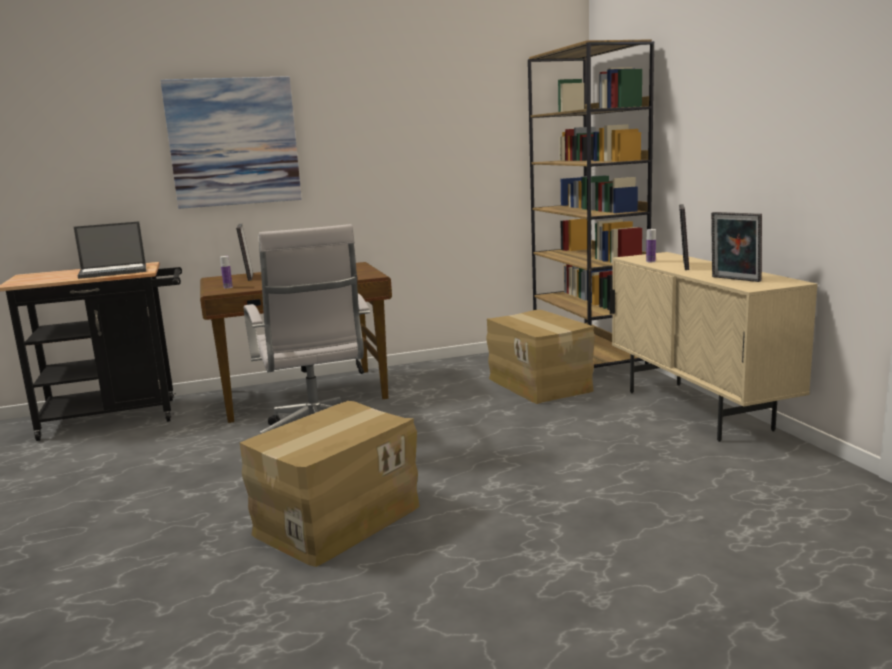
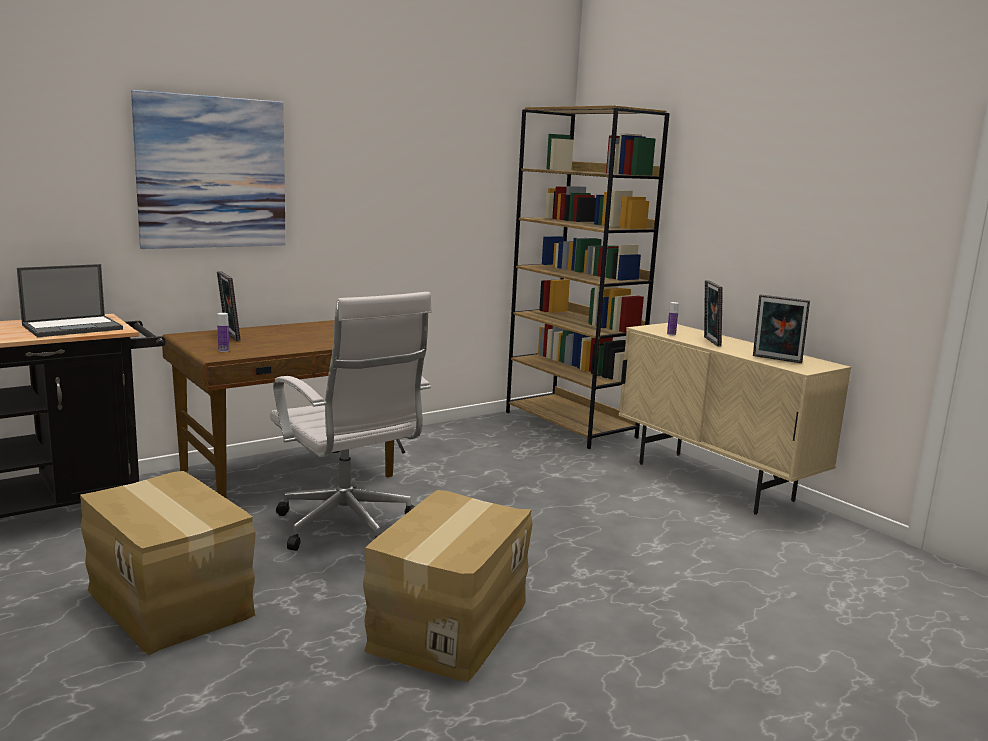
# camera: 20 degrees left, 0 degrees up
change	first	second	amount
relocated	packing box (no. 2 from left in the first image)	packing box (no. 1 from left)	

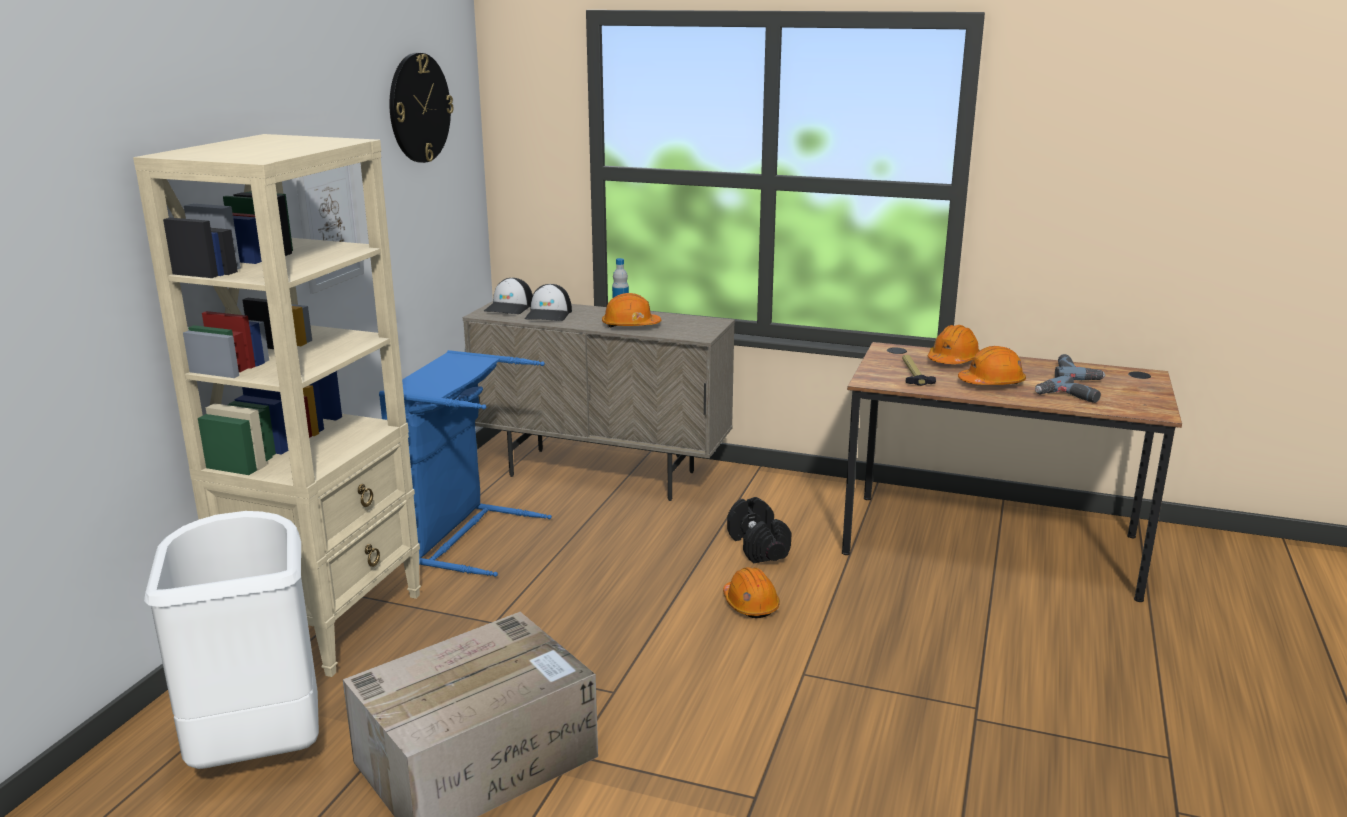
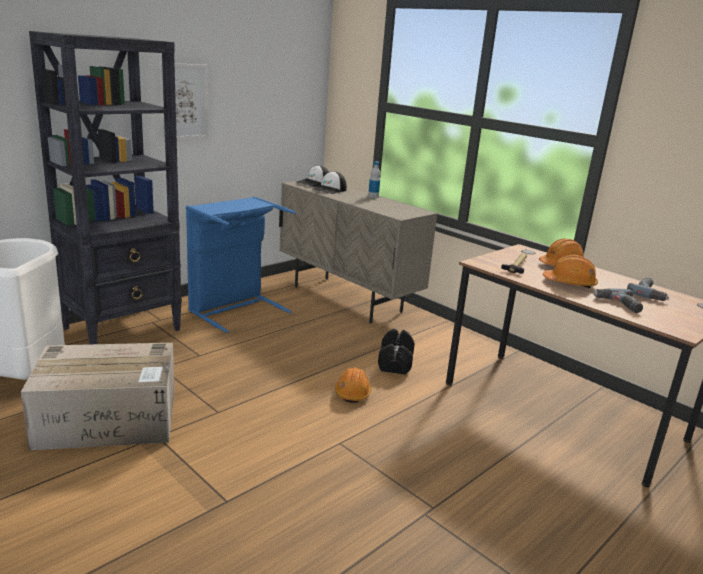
# camera: 25 degrees right, 0 degrees up
change	first	second	amount
colour	beige shelving unit	black-coloured shelving unit	
missing	hanging clock		
missing	orange safety helmet (no. 1 from left)		

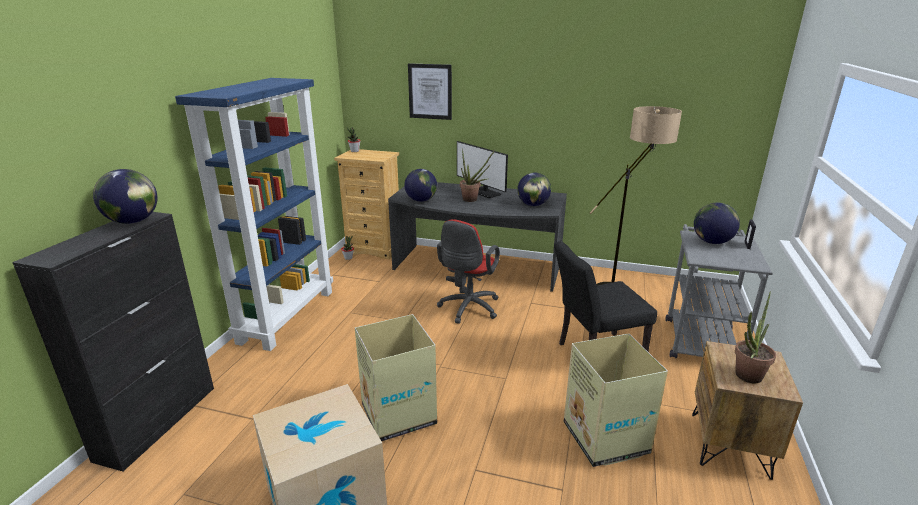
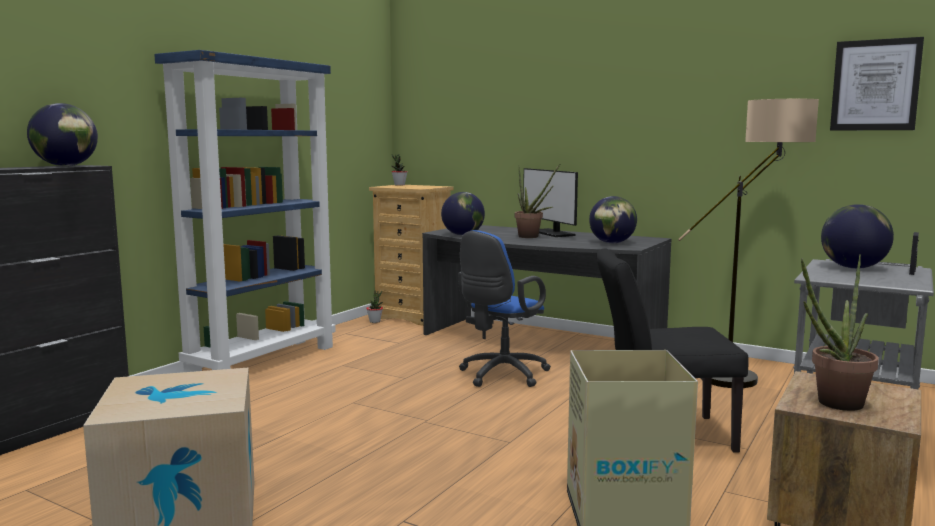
# camera: 15 degrees right, 15 degrees down
change	first	second	amount
colour	red-coloured desk chair	bluish desk chair	
relocated	wall picture		
missing	packing box (no. 2 from left)		

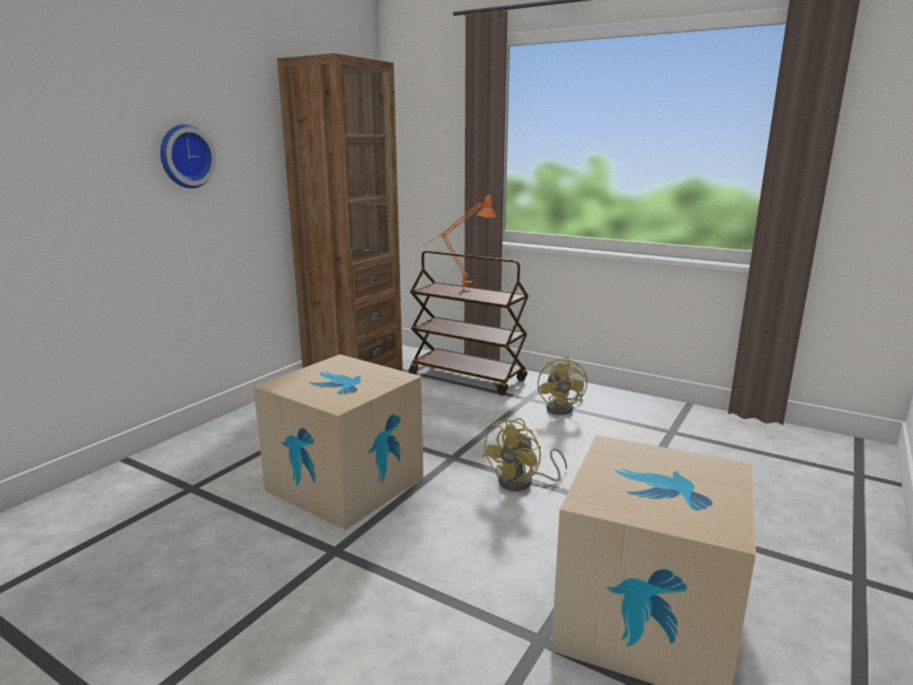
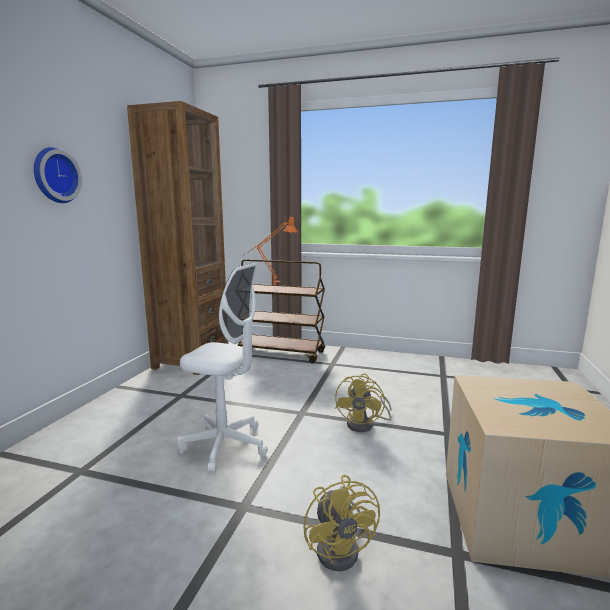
# camera: 15 degrees left, 5 degrees down
change	first	second	amount
exchanged	packing box (no. 1 from left)	white desk chair	
relocated	yellow-coloured electric fan (no. 2 from left in the first image)	yellow-coloured electric fan (no. 1 from left)	

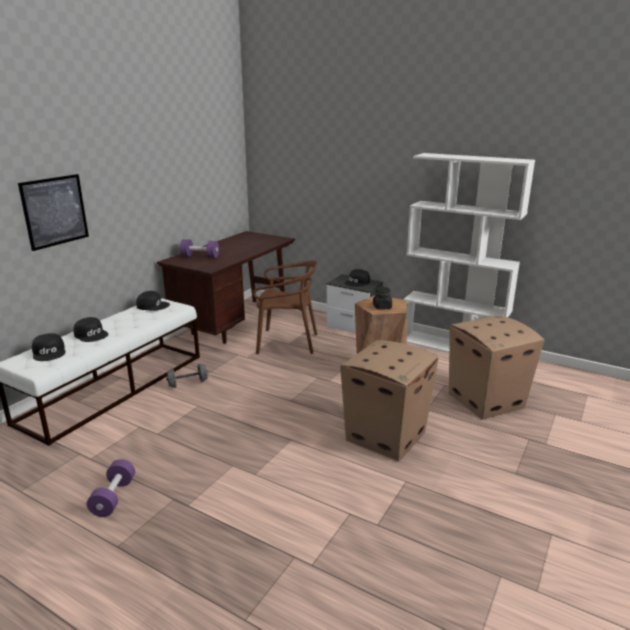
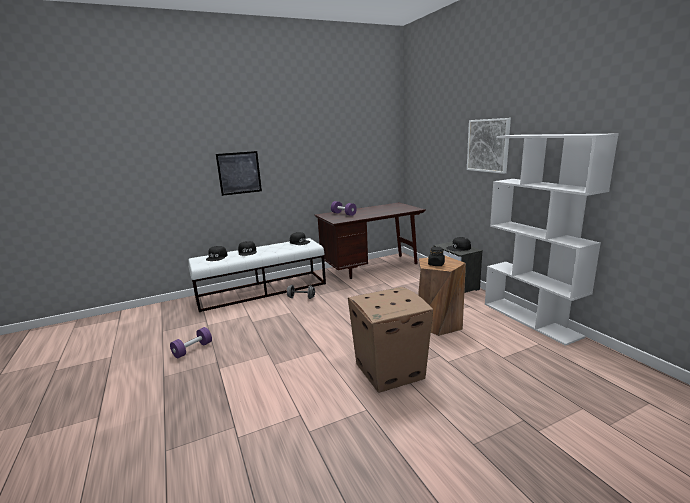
# camera: 35 degrees right, 5 degrees down
change	first	second	amount
appeared		wall picture (no. 2 from left)	
missing	brownish upright chair		
missing	packing box (no. 2 from left)		

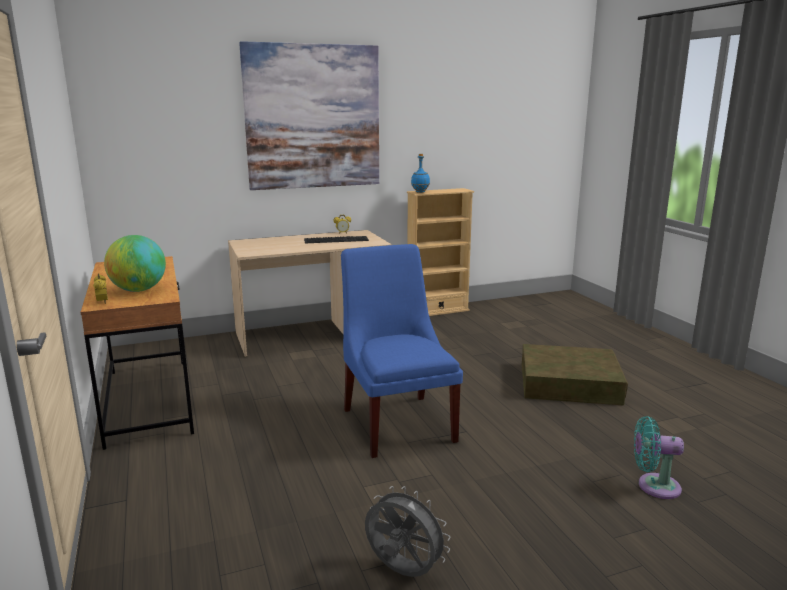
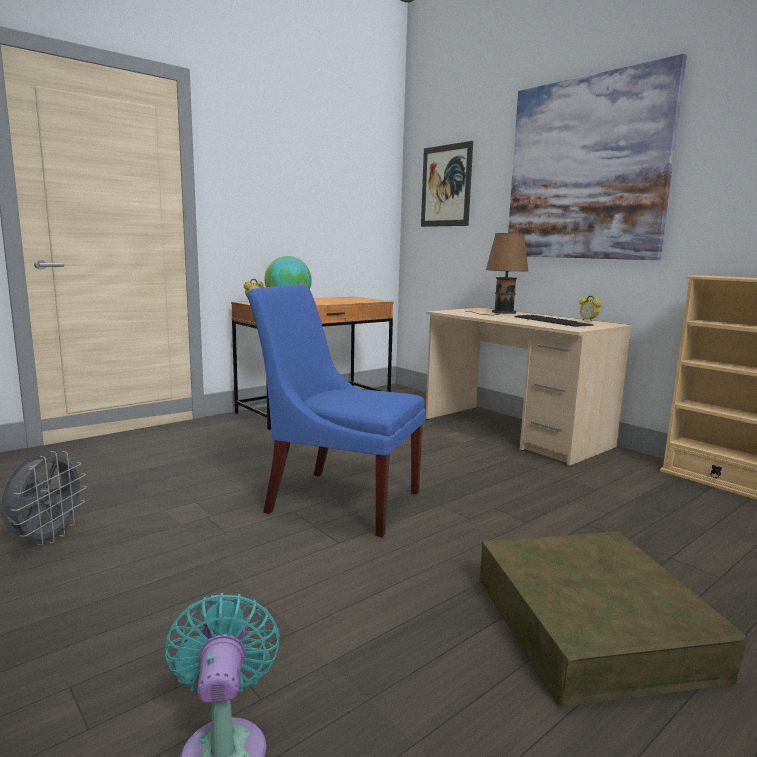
# camera: 70 degrees right, 5 degrees down
change	first	second	amount
spun	bluish upright chair		120 degrees counterclockwise
appeared		wall picture (no. 1 from left)	
appeared		brownish tabletop lamp	
missing	bluish drink bottle		

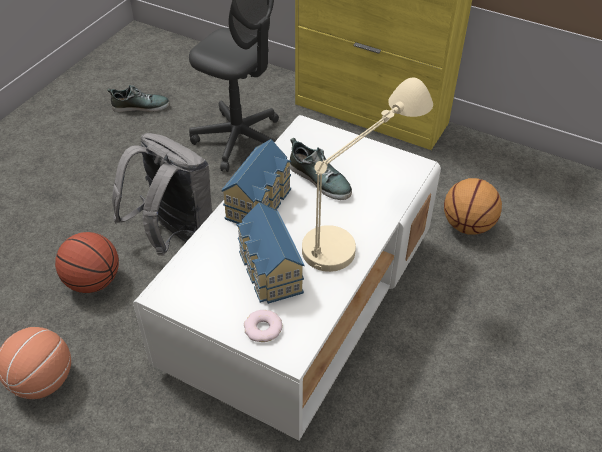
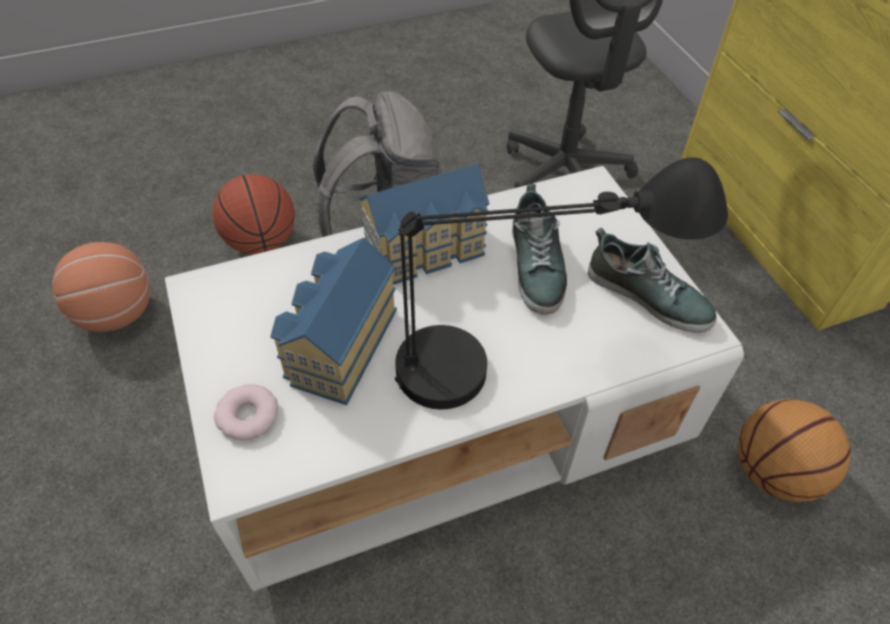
# camera: 40 degrees right, 5 degrees up
change	first	second	amount
colour	beige tabletop lamp	black-coloured tabletop lamp	
relocated	shoe (no. 1 from left in the first image)	shoe (no. 2 from left)	

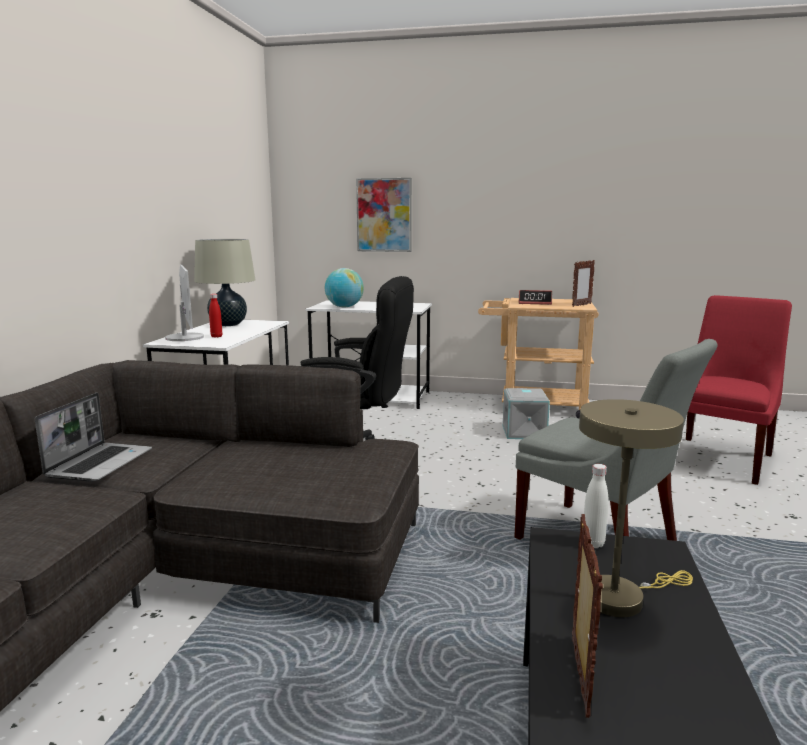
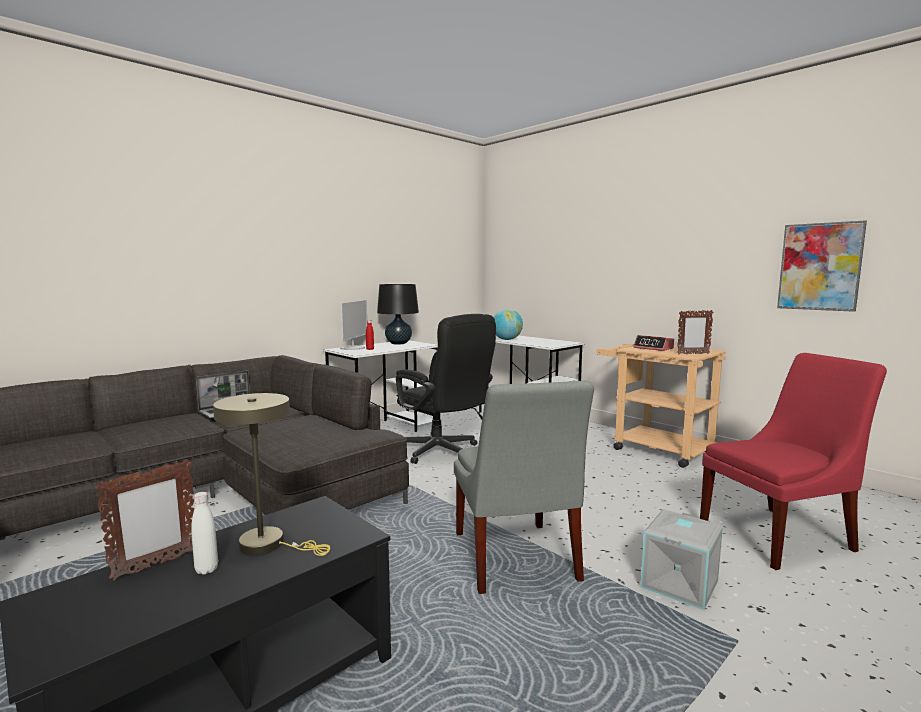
# camera: 35 degrees right, 5 degrees down
change	first	second	amount
relocated	white drink bottle		
colour	beige tabletop lamp (no. 1 from left)	black-coloured tabletop lamp	
relocated	grey storage container		
relocated	wall picture		

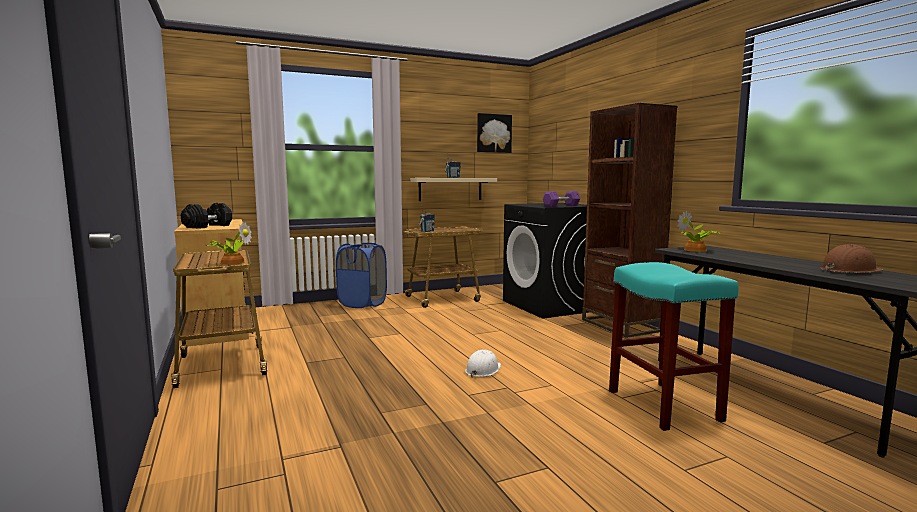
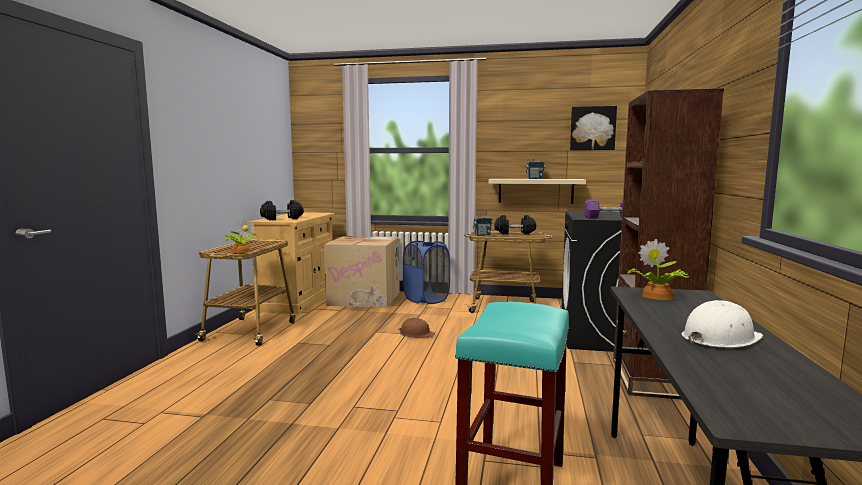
# camera: 35 degrees right, 0 degrees up
change	first	second	amount
appeared		packing box	
relocated	brownish safety helmet		
appeared		black-coloured hand weight (no. 2 from left)	
relocated	white safety helmet		

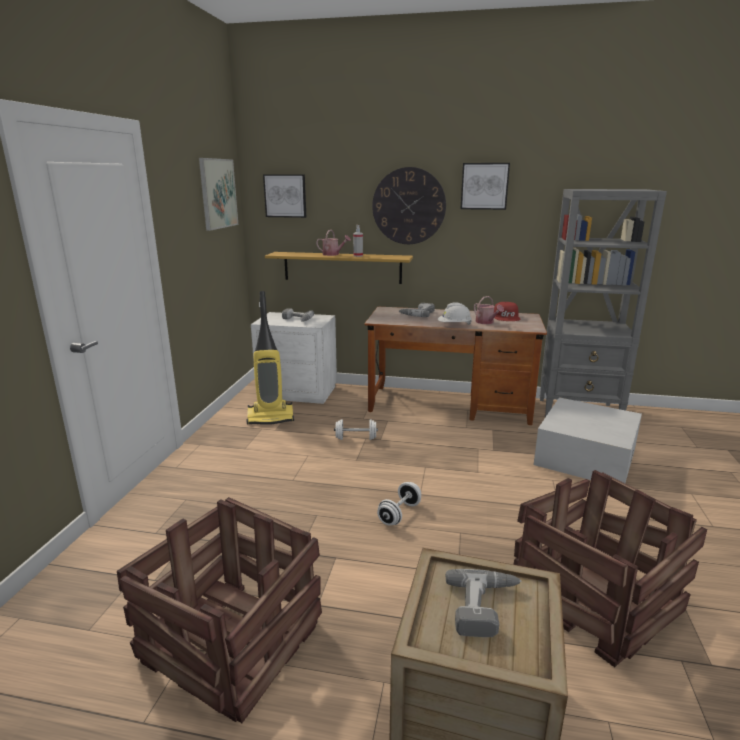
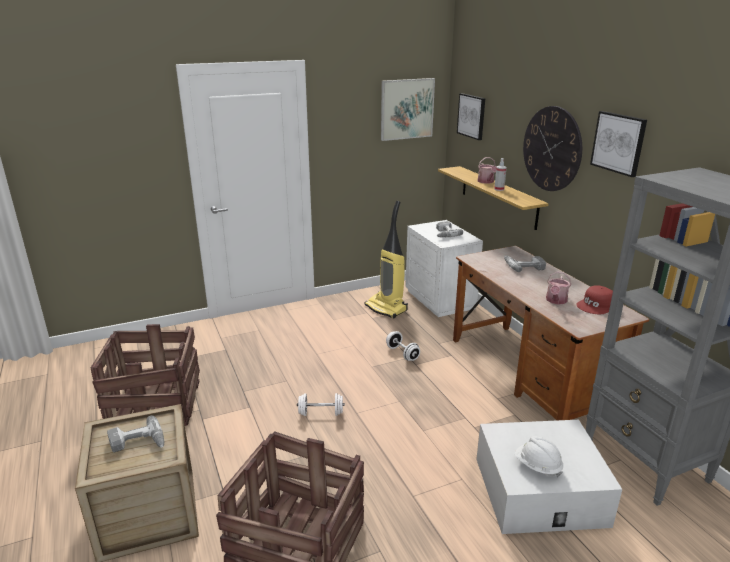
# camera: 55 degrees right, 5 degrees up
change	first	second	amount
relocated	white safety helmet		

